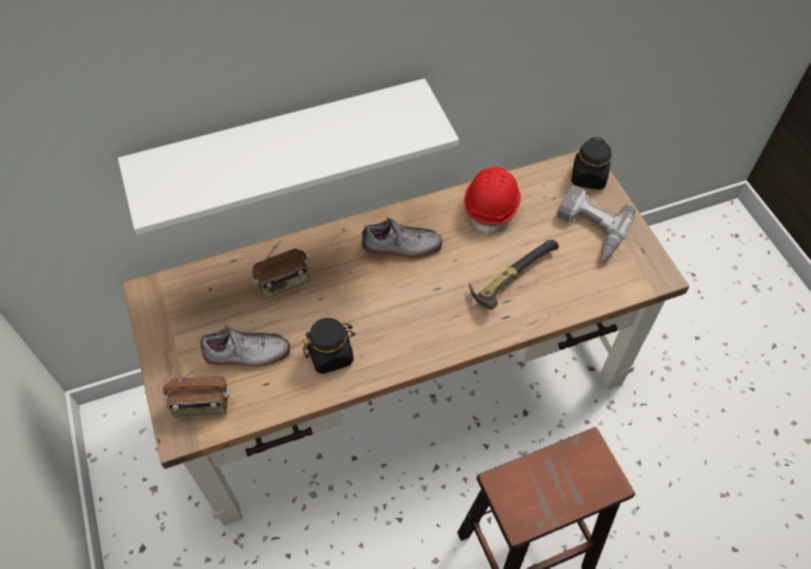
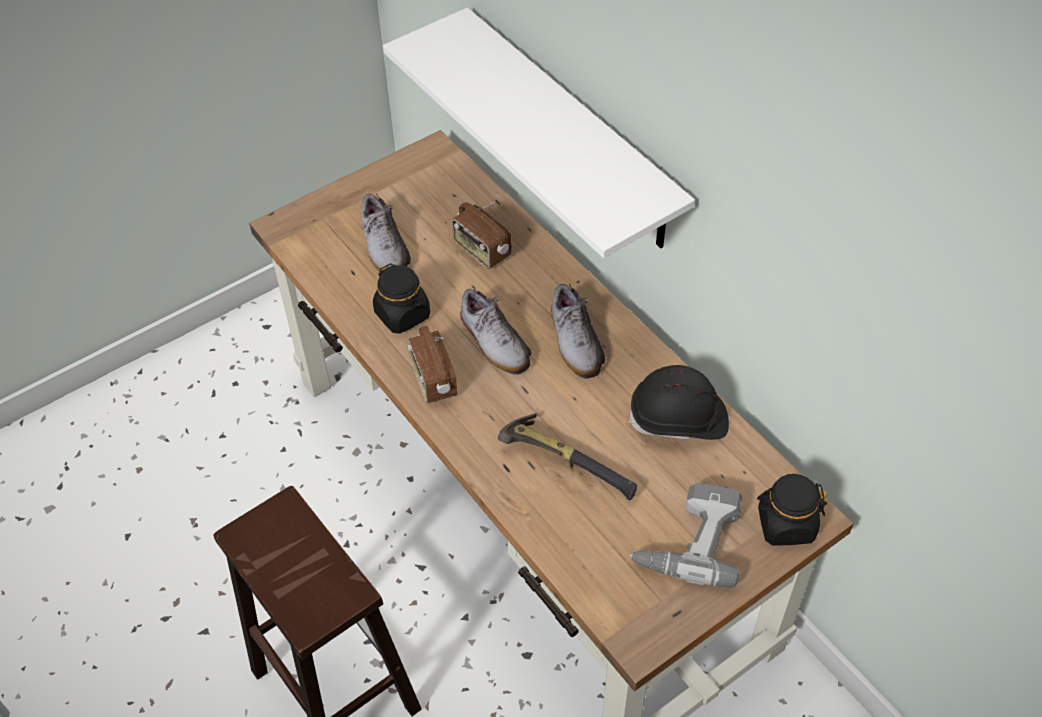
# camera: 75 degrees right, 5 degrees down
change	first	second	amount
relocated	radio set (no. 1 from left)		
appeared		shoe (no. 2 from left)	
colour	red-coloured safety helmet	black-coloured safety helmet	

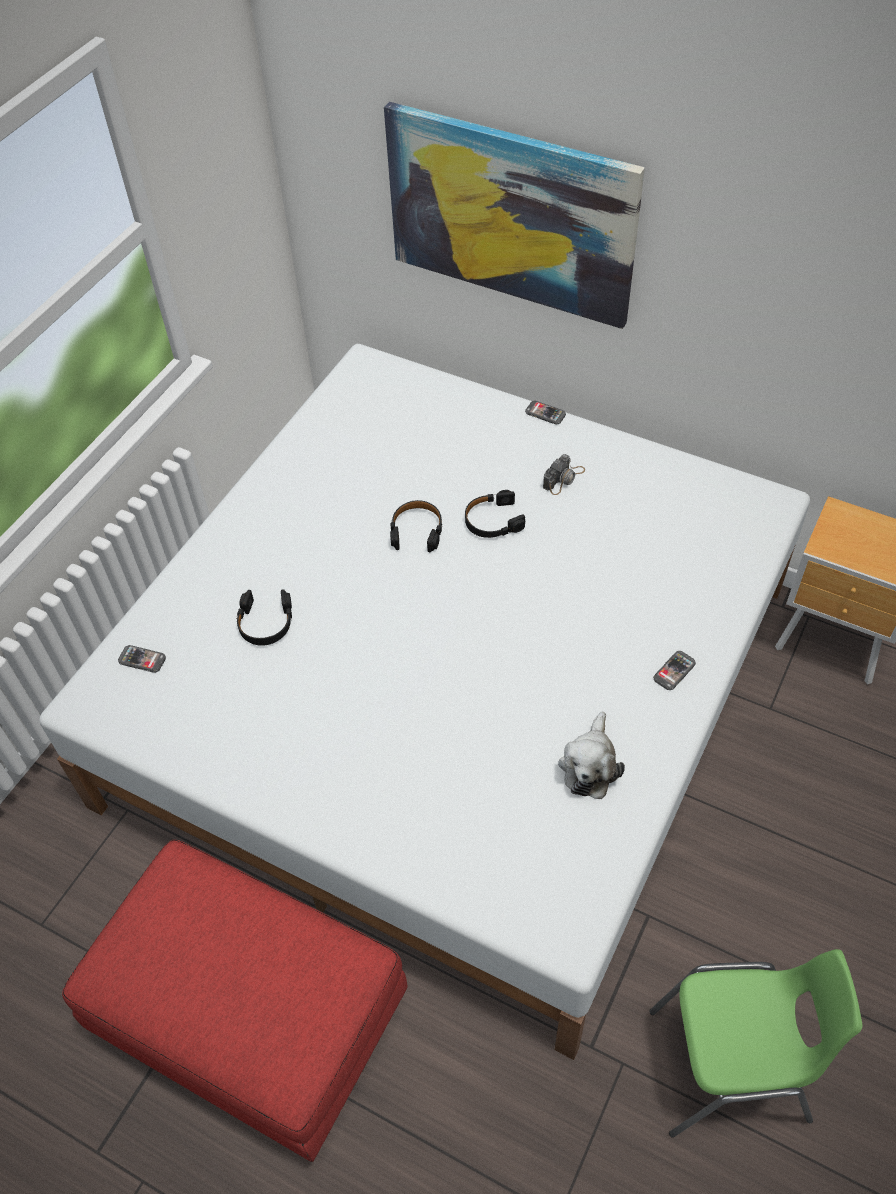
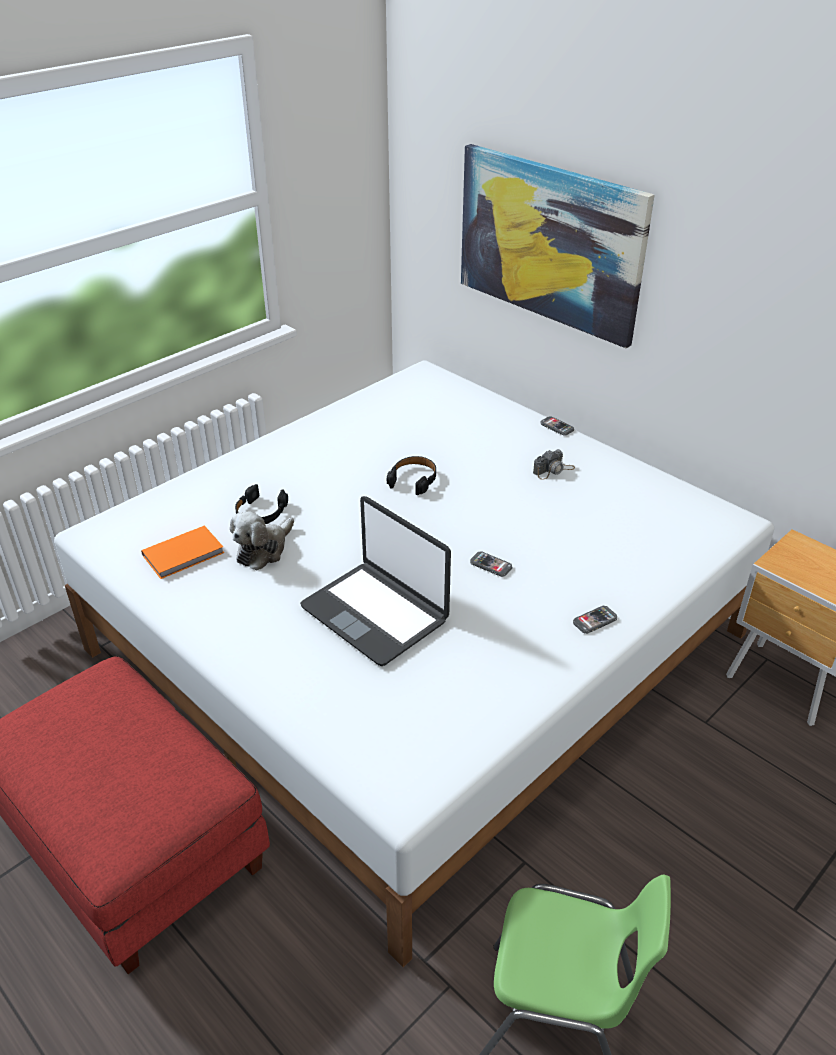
# camera: 15 degrees right, 15 degrees down
change	first	second	amount
appeared		orange bound book	
relocated	soft toy		
appeared		laptop	
relocated	telephone (no. 1 from left)		
missing	black-coloured pair of headphones (no. 3 from left)		

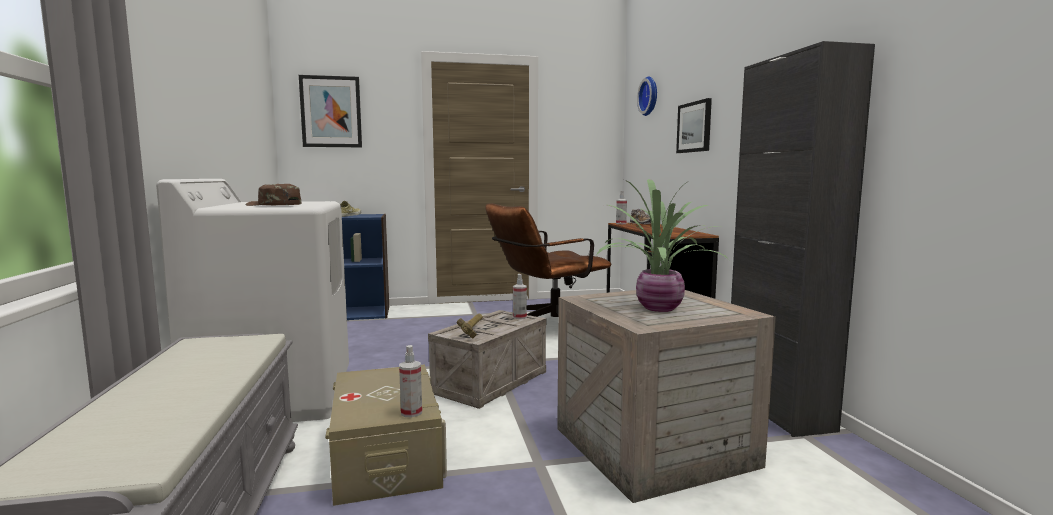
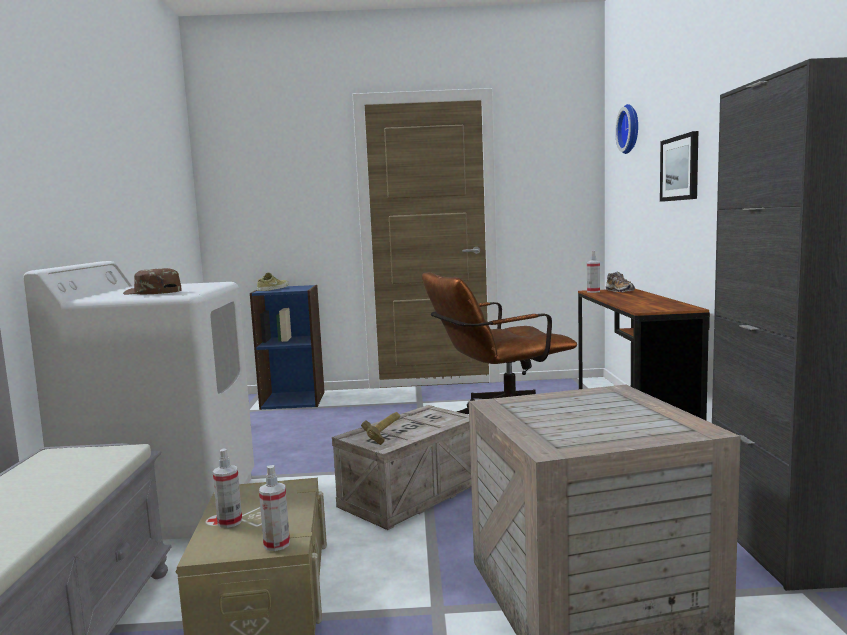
# camera: 10 degrees right, 0 degrees up
change	first	second	amount
relocated	sprayer (no. 2 from left in the first image)	sprayer (no. 1 from left)	
missing	wall picture (no. 1 from left)		
missing	potted plant		

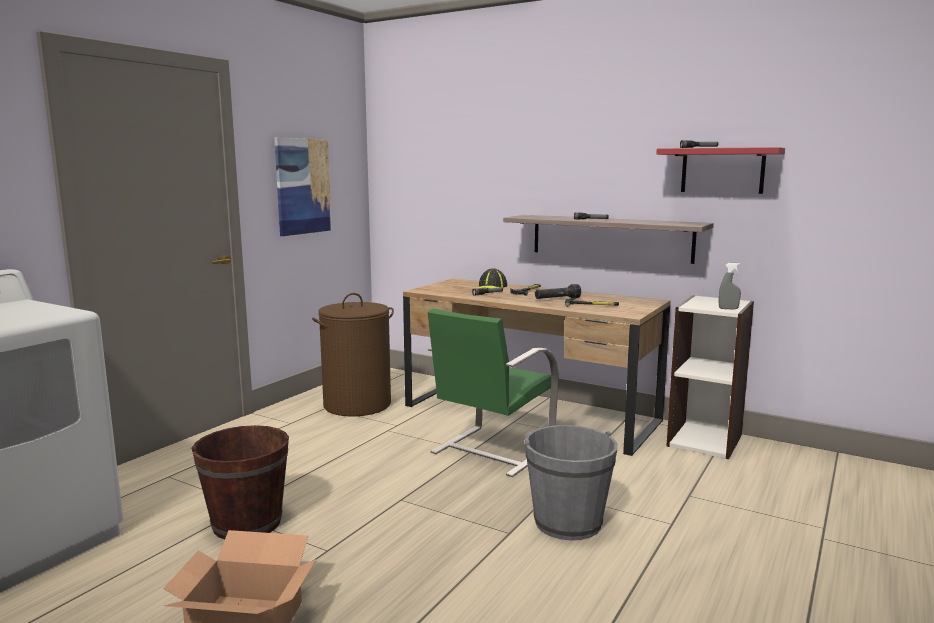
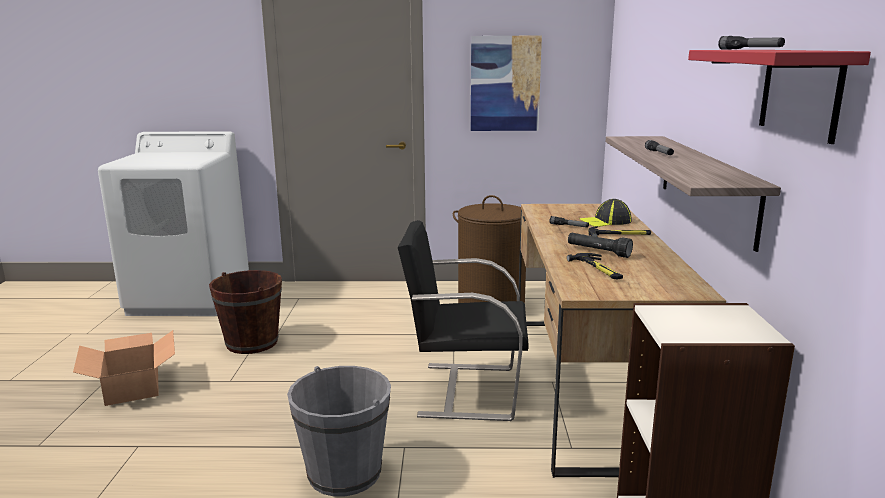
# camera: 60 degrees right, 5 degrees up
change	first	second	amount
colour	greenish upright chair	black-coloured upright chair	
missing	grey sprayer		

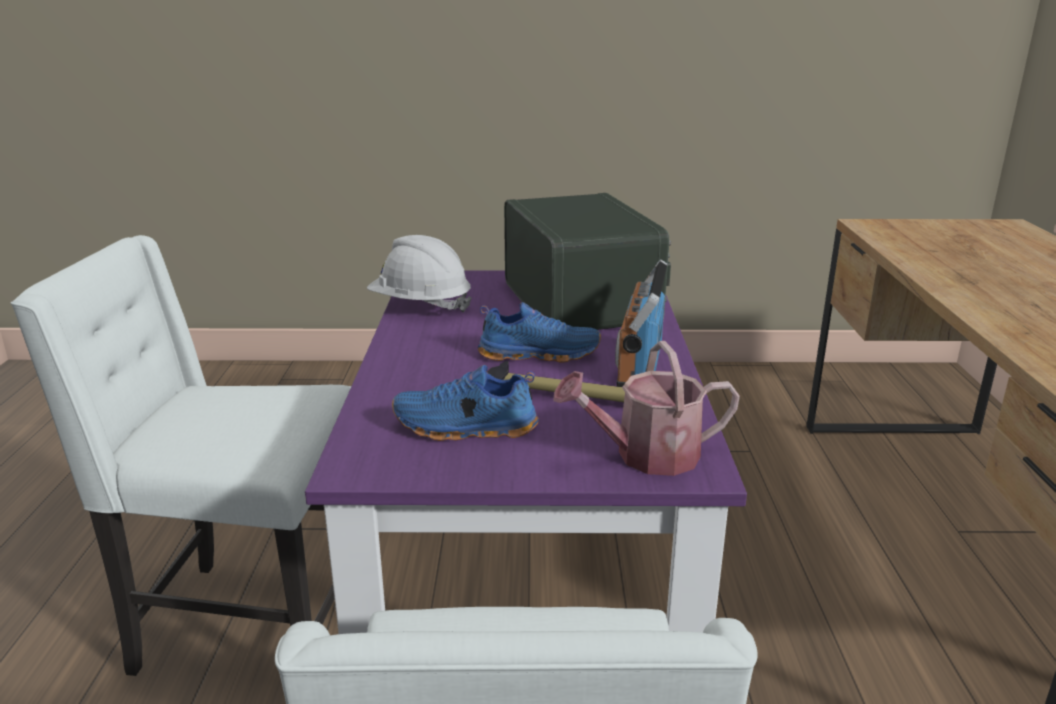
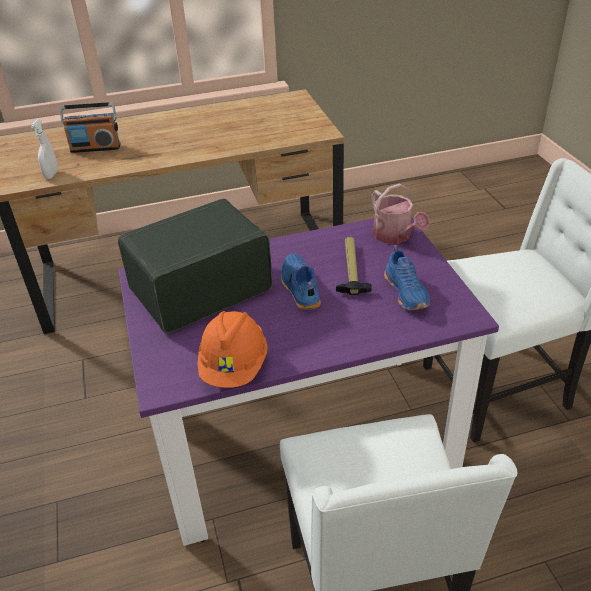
# camera: 105 degrees left, 15 degrees up
change	first	second	amount
appeared		white sprayer	
relocated	radio set (no. 2 from left in the first image)	radio set (no. 1 from left)	
colour	white safety helmet	orange safety helmet	

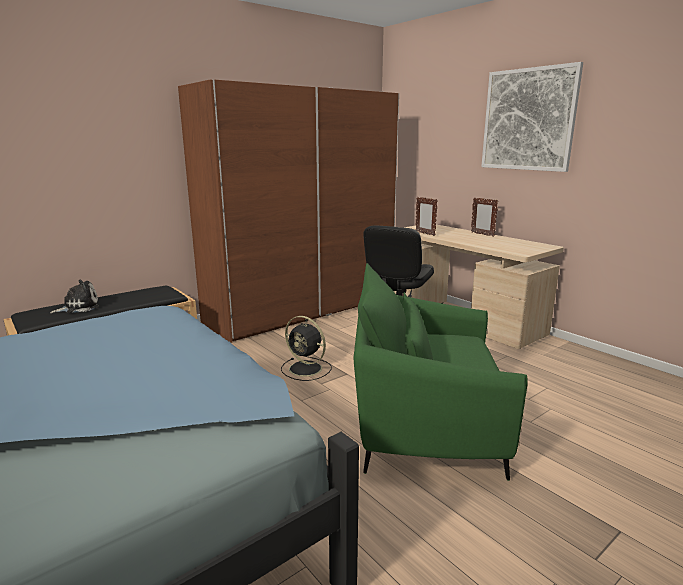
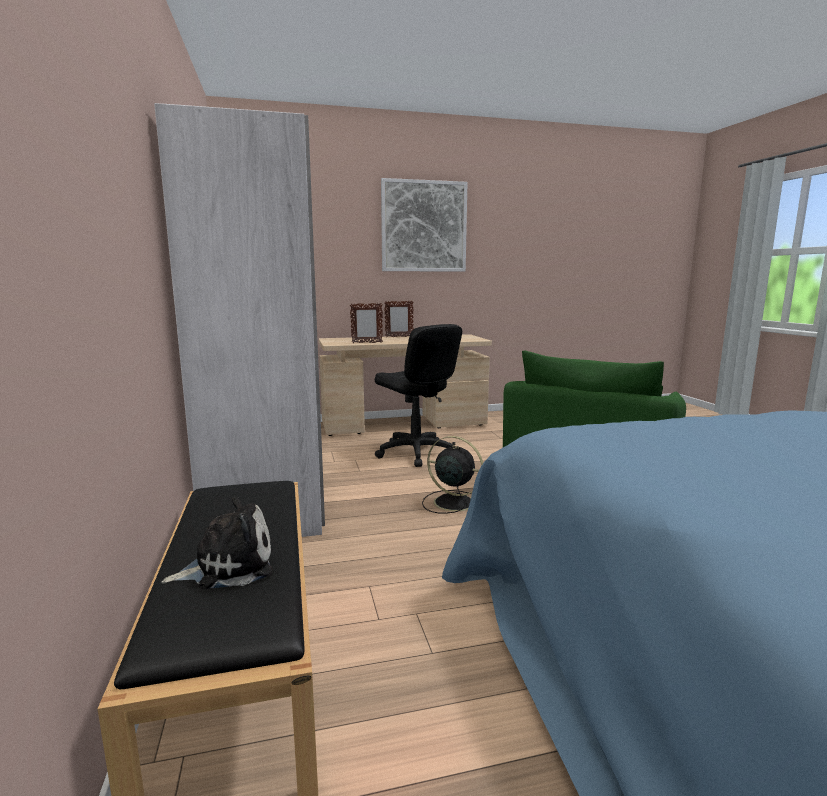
# camera: 65 degrees left, 5 degrees down
change	first	second	amount
colour	brownish clothes cupboard	white clothes cupboard	
spun	soft toy		75 degrees clockwise
spun	black-coloured electric fan		120 degrees counterclockwise

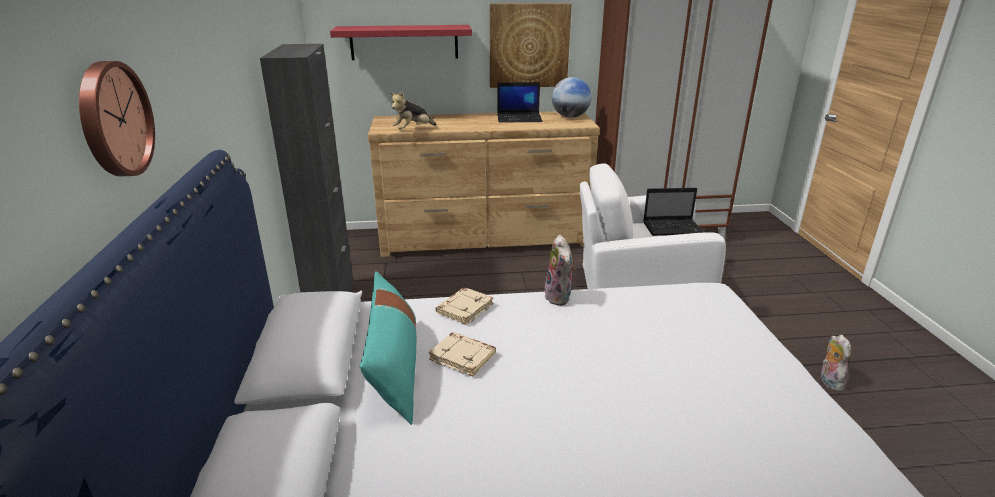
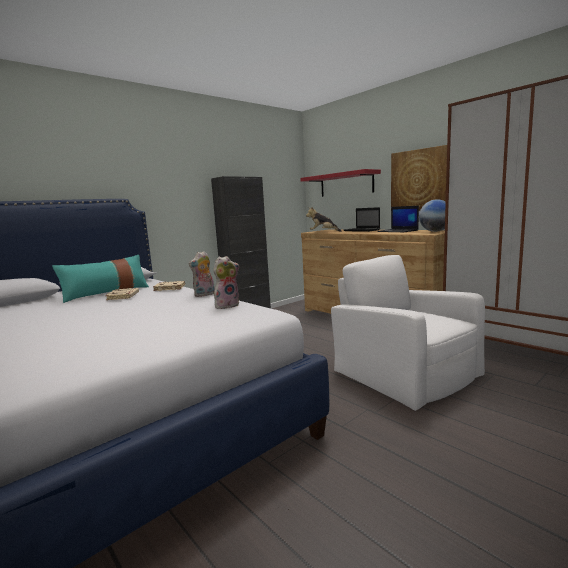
# camera: 55 degrees right, 15 degrees down
change	first	second	amount
relocated	soft toy (no. 3 from left in the first image)	soft toy (no. 2 from left)	
relocated	laptop (no. 2 from left in the first image)	laptop (no. 1 from left)	
missing	hanging clock		

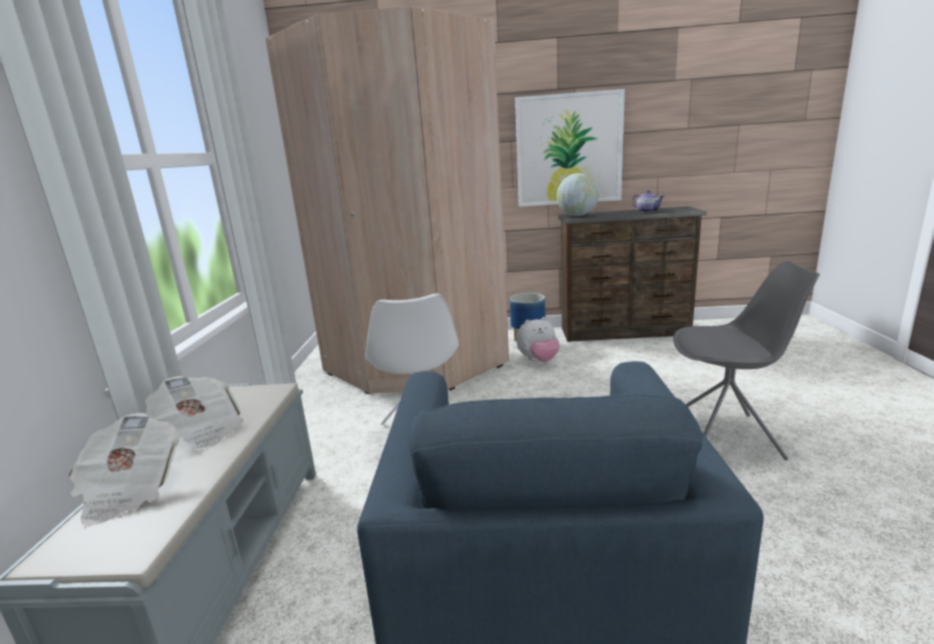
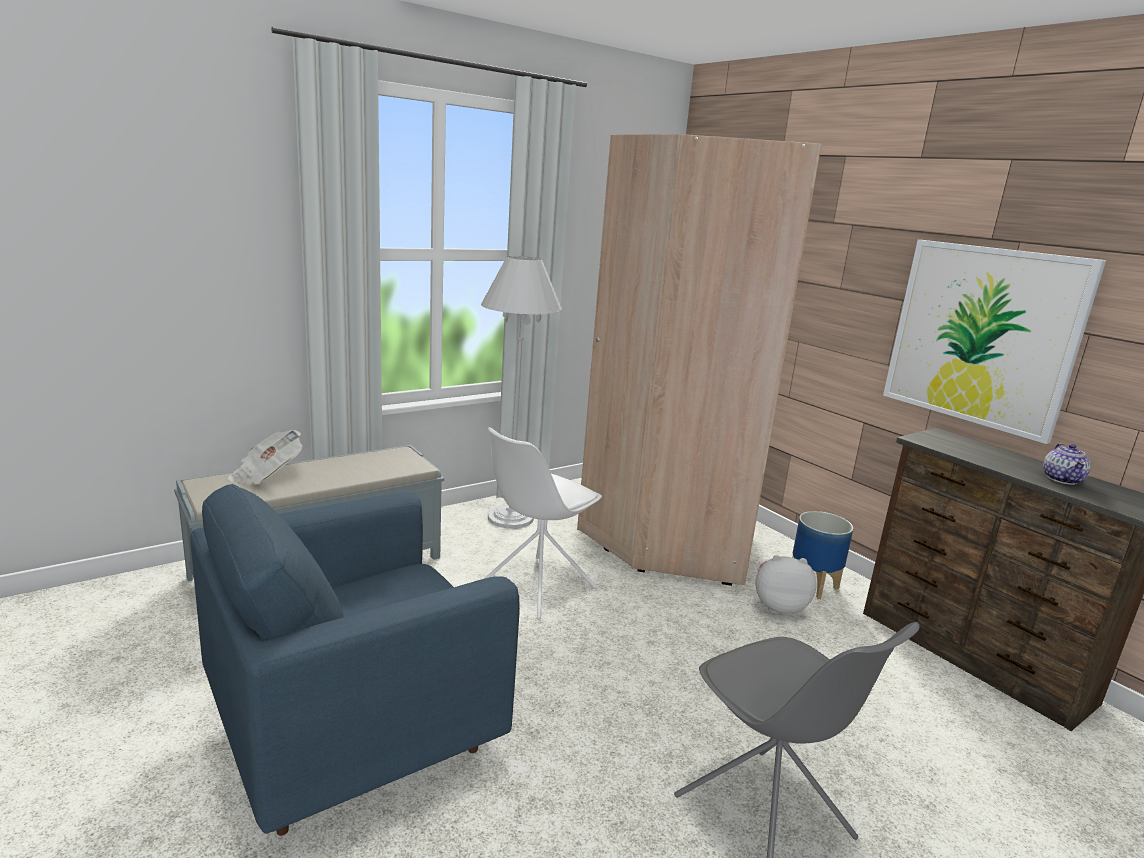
# camera: 50 degrees right, 0 degrees up
change	first	second	amount
appeared		white standard lamp	
spun	soft toy		150 degrees clockwise
missing	daily paper (no. 2 from left)		
missing	desk globe		

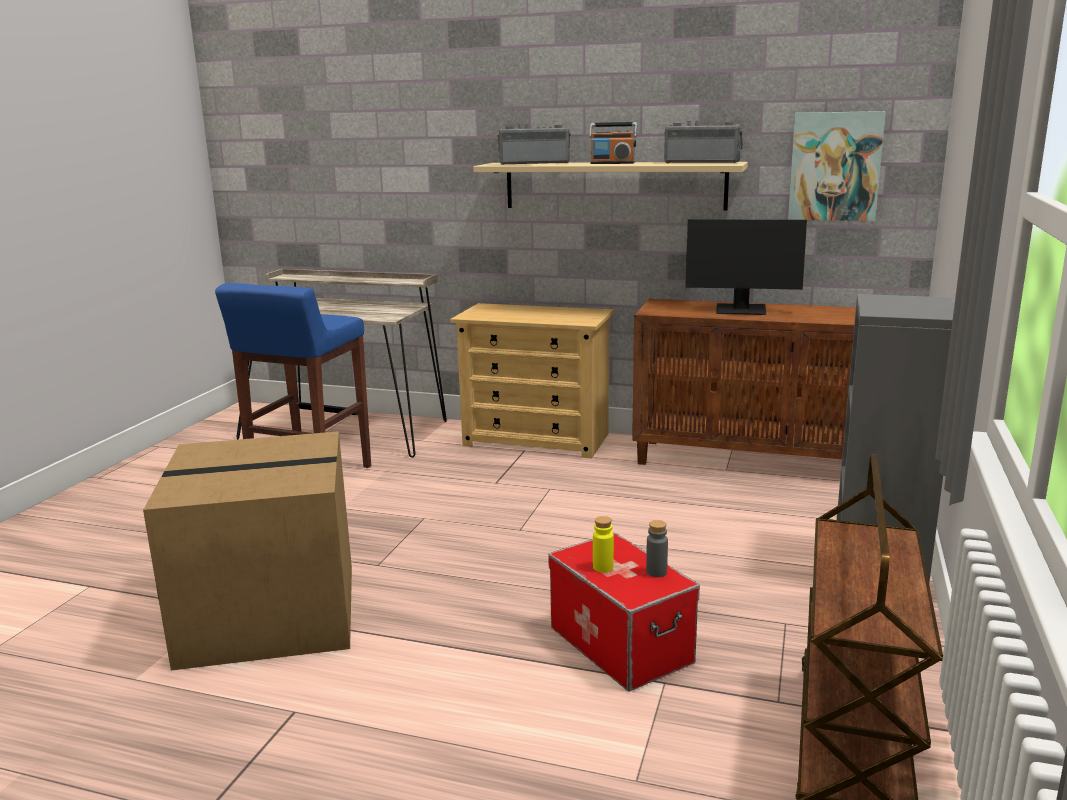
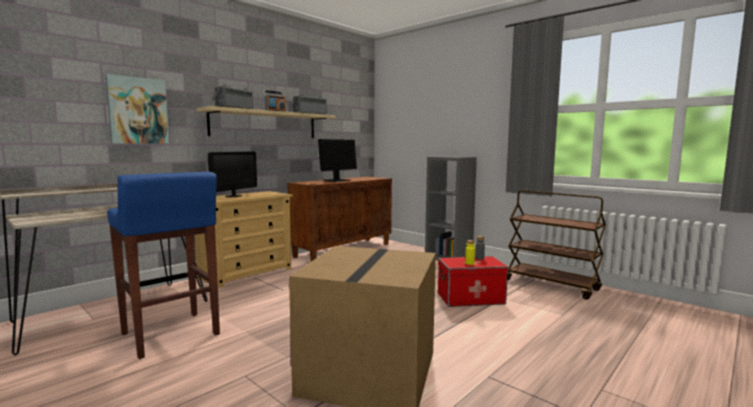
# camera: 65 degrees left, 10 degrees down
change	first	second	amount
relocated	wall picture		
appeared		computer display (no. 1 from left)	

